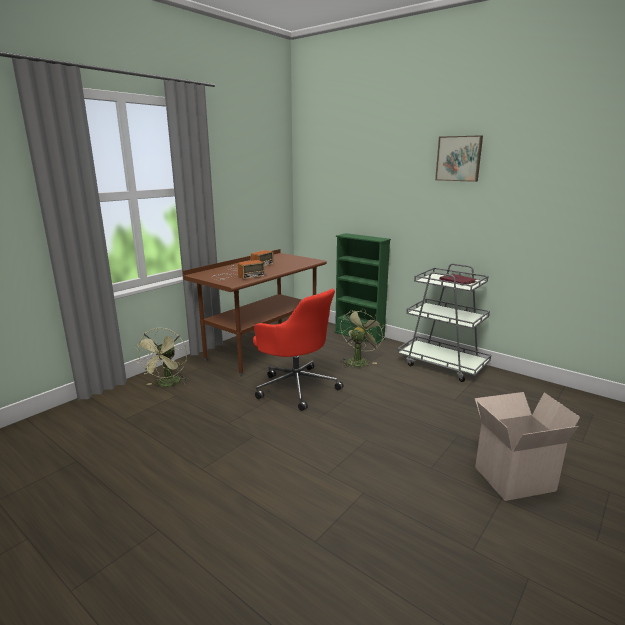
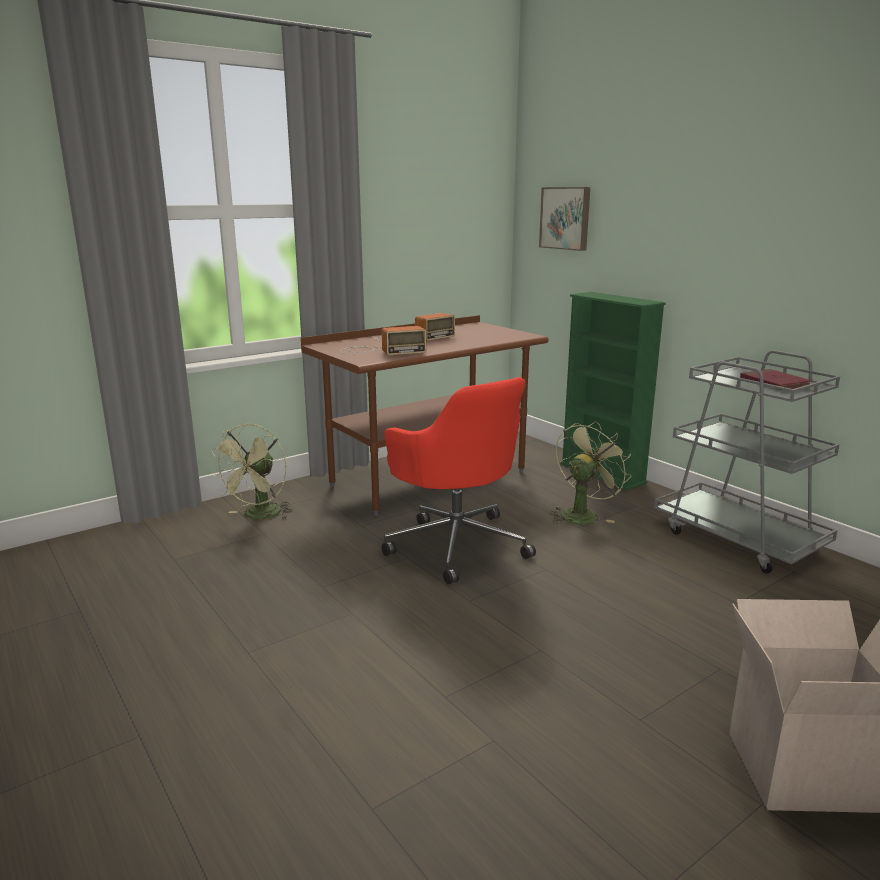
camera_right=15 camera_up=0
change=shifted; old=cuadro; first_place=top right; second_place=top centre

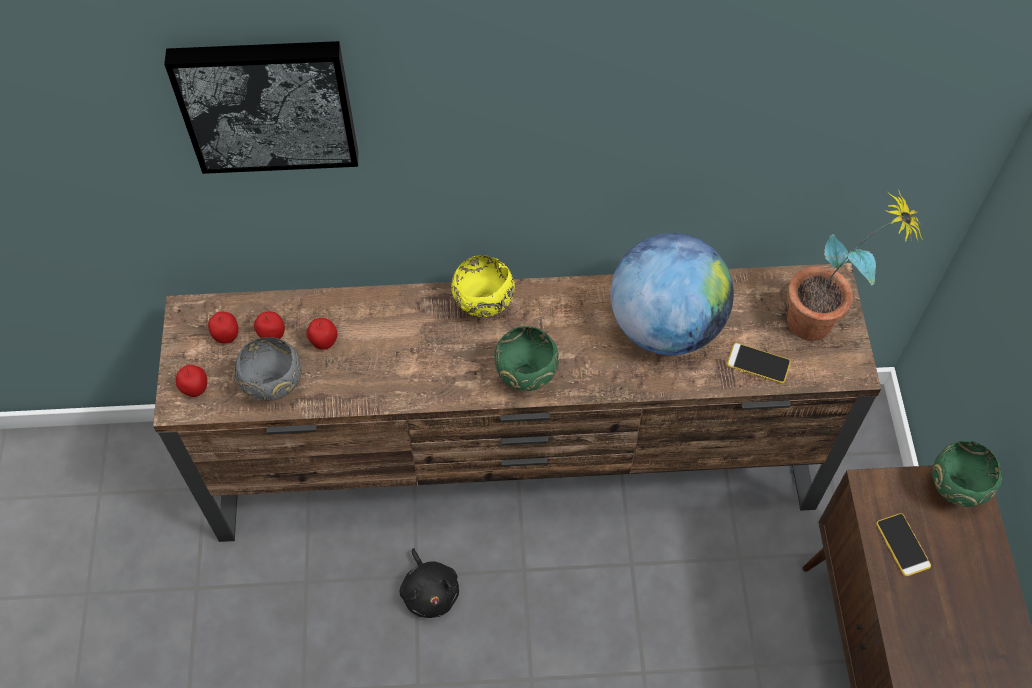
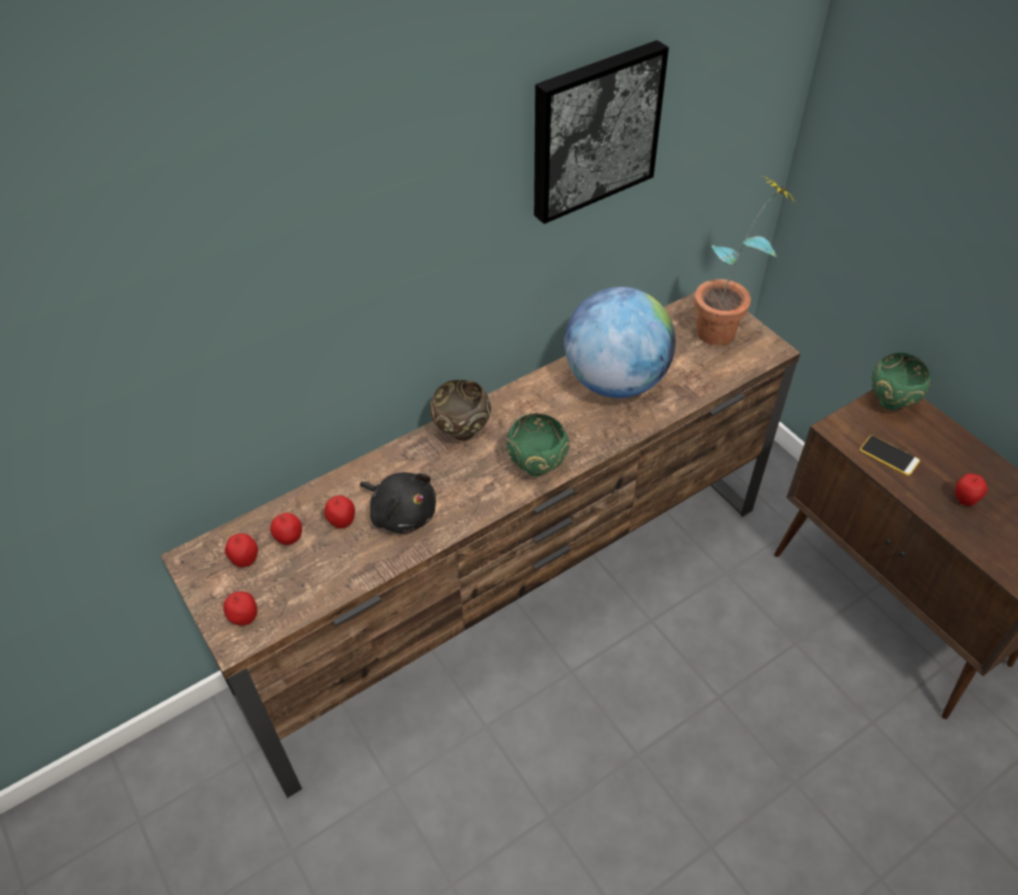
camera_right=-30 camera_up=-10
change=shifted; old=peluche/negro; first_place=bottom centre; second_place=centre
change=repainted; old=cuenco/amarillo; new=cuenco/marrón; first_place=centre; second_place=centre
change=shifted; old=cuadro; first_place=top left; second_place=top centre
change=new; new=manzana (no. 5 from left); second_place=middle right
change=gone; old=cuenco/gris; first_place=middle left
change=gone; old=móvil (no. 1 from left); first_place=middle right

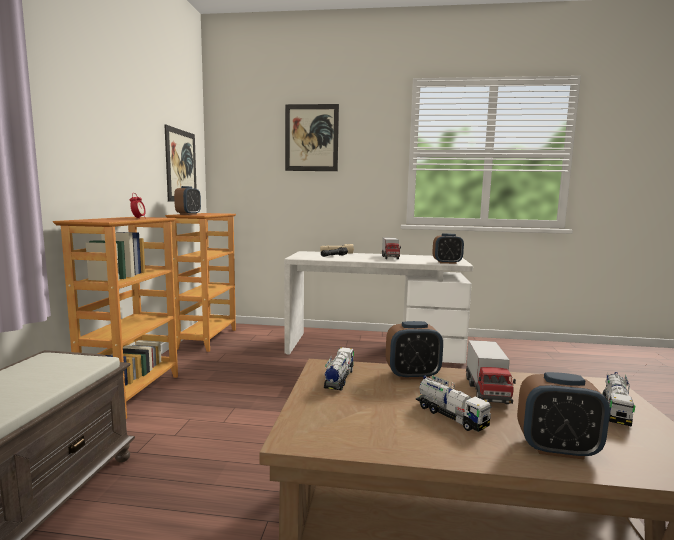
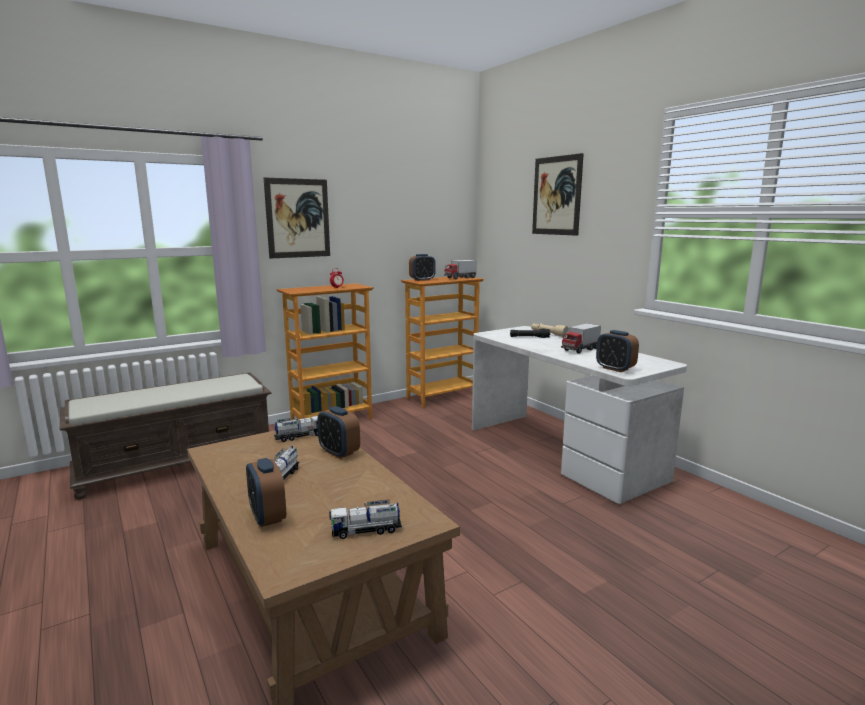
camera_right=50 camera_up=5
change=shifted; old=cuadro (no. 1 from left); first_place=top left; second_place=top centre
change=shifted; old=camión de juguete (no. 4 from left); first_place=bottom right; second_place=centre

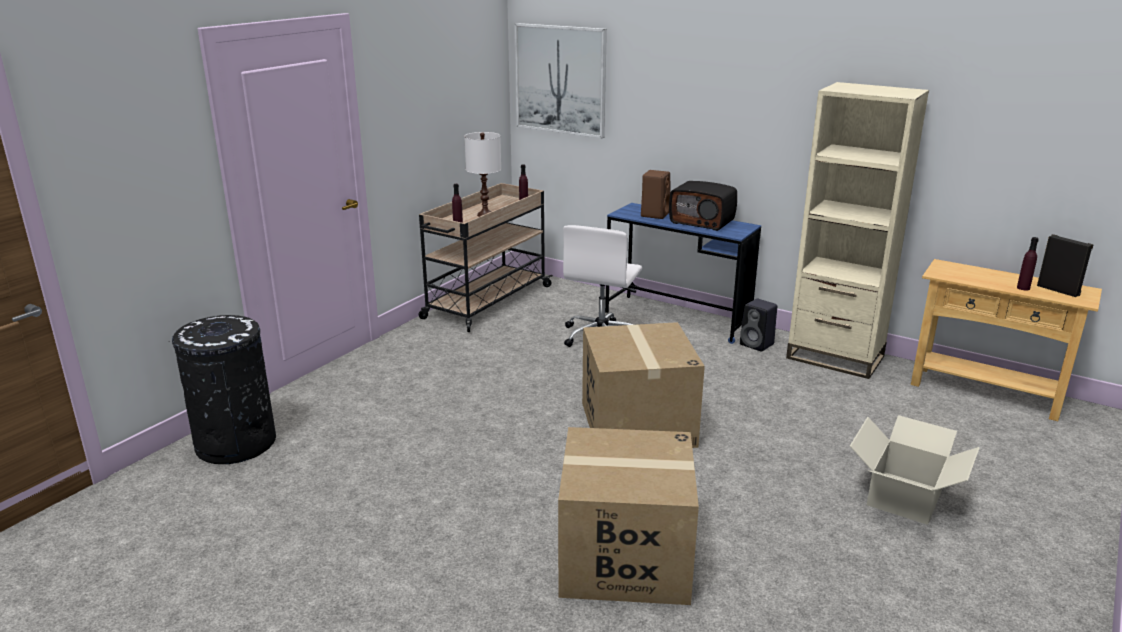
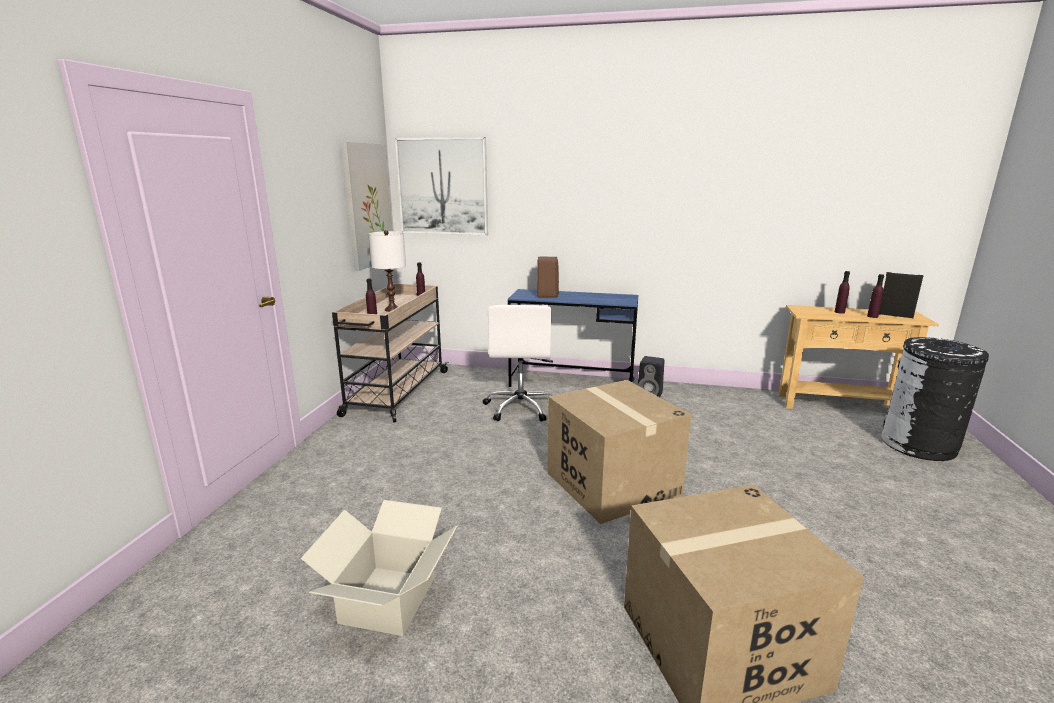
camera_right=-20 camera_up=-5
change=shifted; old=caja de cartón (no. 3 from left in the first image); new=caja de cartón (no. 1 from left); first_place=bottom right; second_place=bottom centre
change=new; new=cuadro (no. 1 from left); second_place=top centre
change=new; new=botella/morado (no. 3 from left); second_place=middle right
change=shifted; old=papelera/negro; first_place=middle left; second_place=middle right
change=gone; old=radio; first_place=top centre
change=gone; old=estantería/beis; first_place=middle right

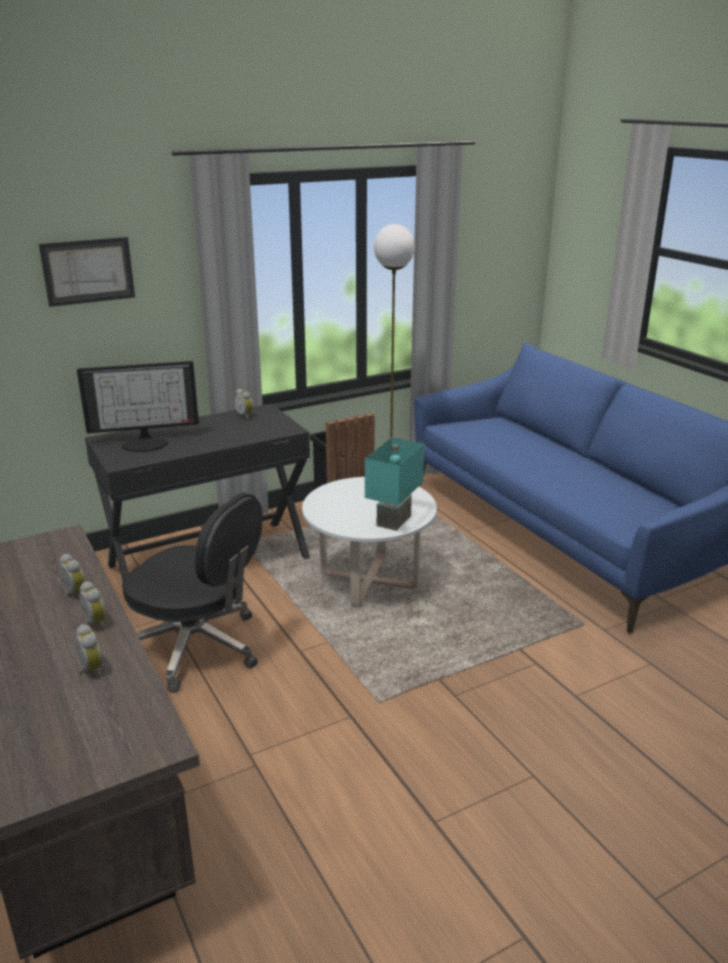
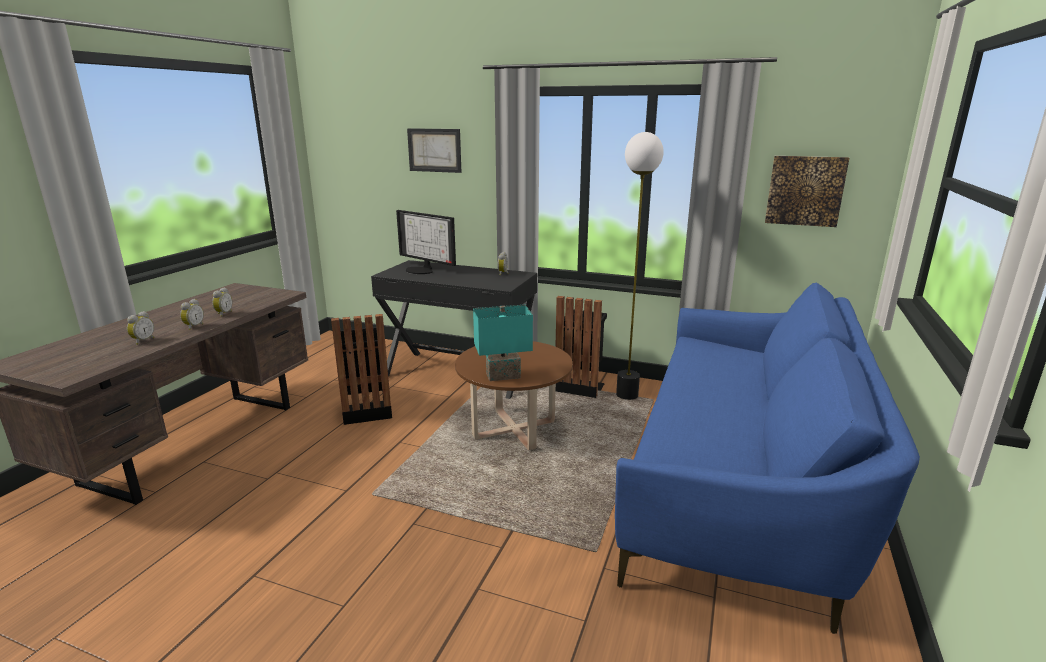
camera_right=50 camera_up=-5
change=swapped; old=silla de oficina/negro; new=papelera/negro (no. 1 from left); first_place=middle left; second_place=centre
change=repainted; old=mesa de centro/blanco; new=mesa de centro/marrón; first_place=centre; second_place=centre
change=new; new=cuadro (no. 2 from left); second_place=top right

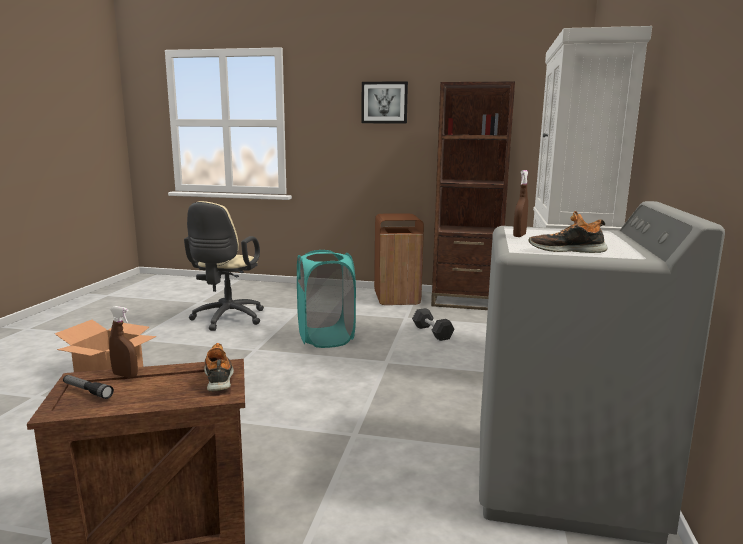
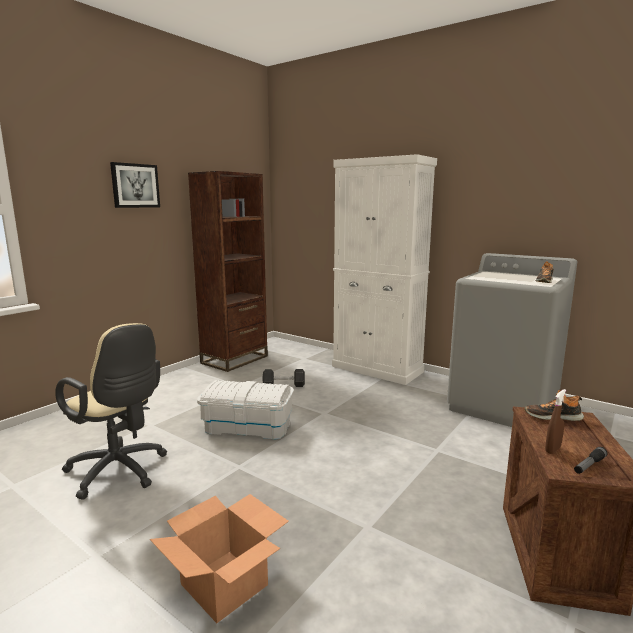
camera_right=-65 camera_up=0
change=swapped; old=cesto de la ropa/turquesa; new=caja de almacenaje/blanco; first_place=centre; second_place=centre
change=gone; old=papelera/marrón; first_place=centre
change=gone; old=pulverizador/marrón (no. 2 from left); first_place=middle right

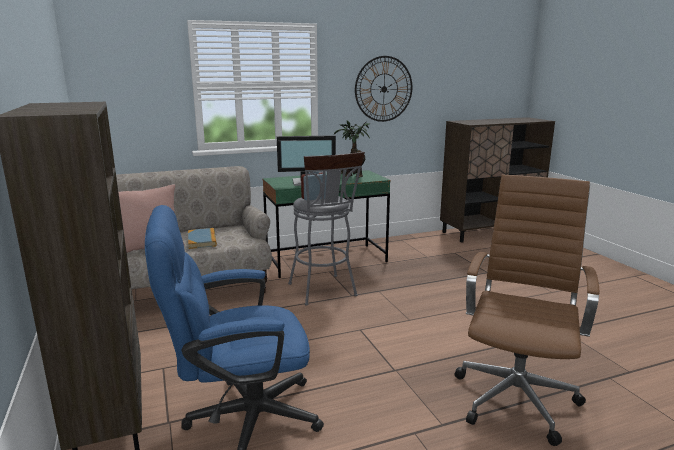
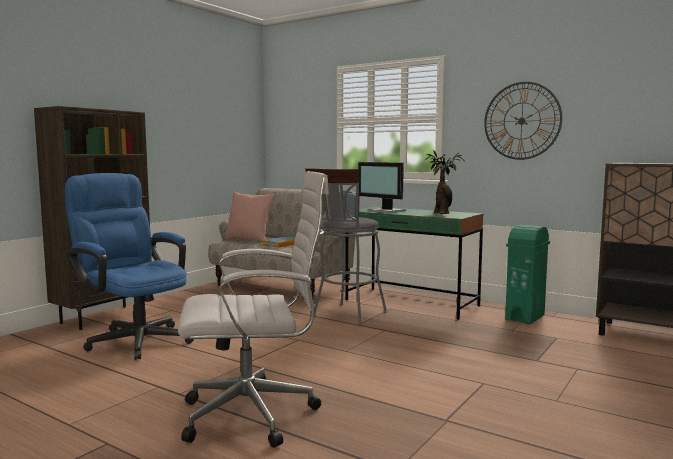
camera_right=55 camera_up=-10
change=repainted; old=silla de oficina/marrón; new=silla de oficina/blanco; first_place=bottom right; second_place=bottom centre
change=new; new=papelera/verde; second_place=middle right

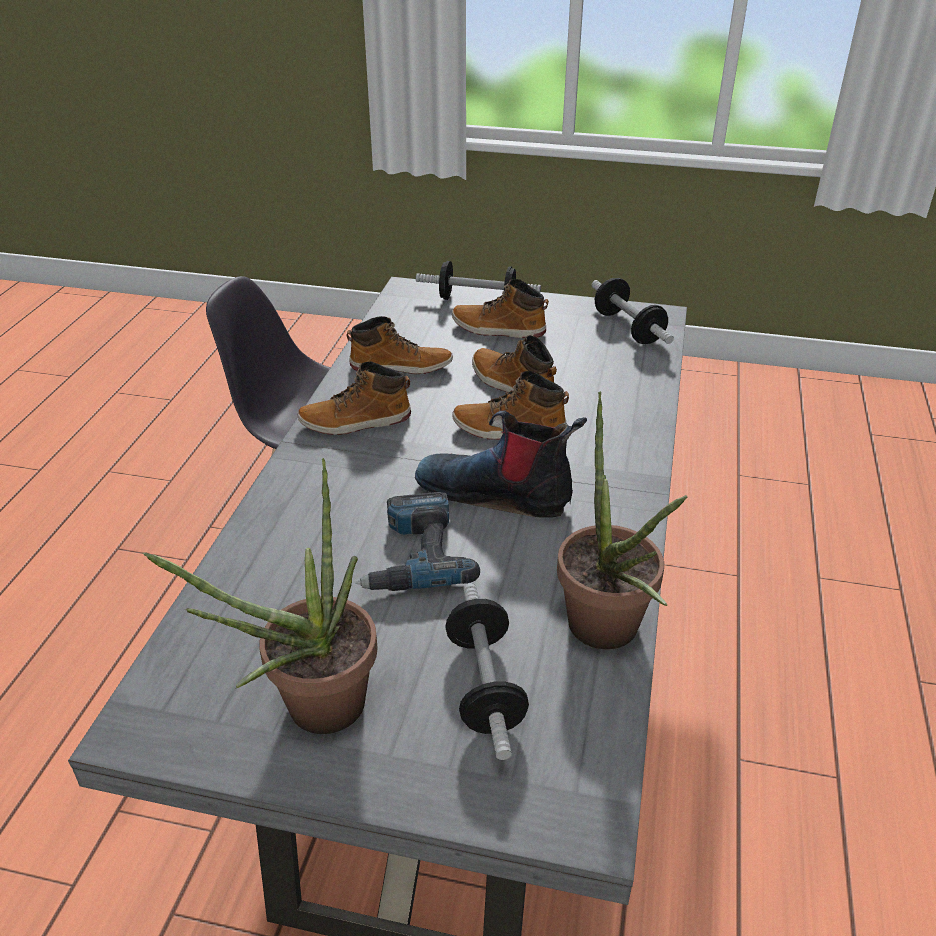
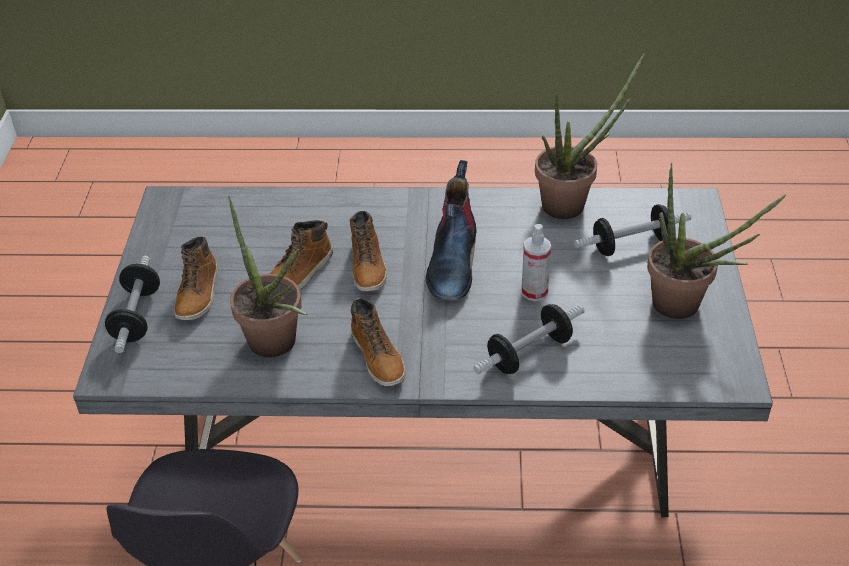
camera_right=-100 camera_up=5
change=swapped; old=bota (no. 2 from left); new=planta en maceta (no. 1 from left); first_place=centre; second_place=middle left
change=shifted; old=mancuerna (no. 3 from left in the first image); new=mancuerna (no. 2 from left); first_place=top right; second_place=centre
change=swapped; old=taladro; new=pulverizador; first_place=centre; second_place=centre

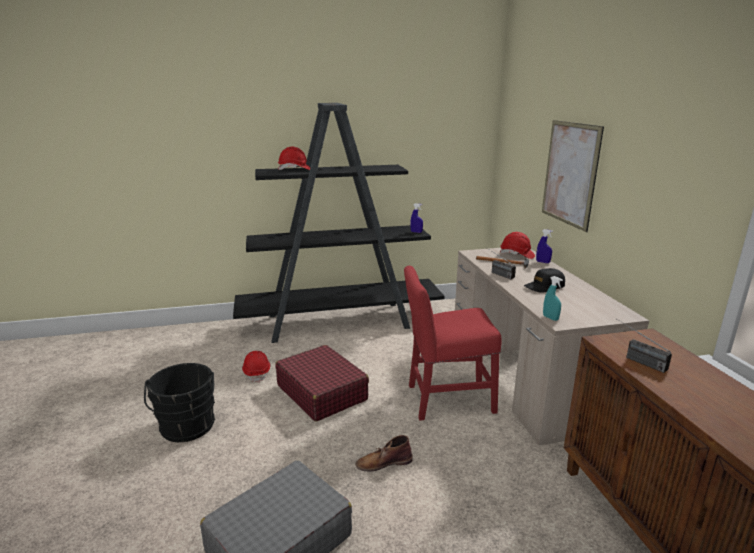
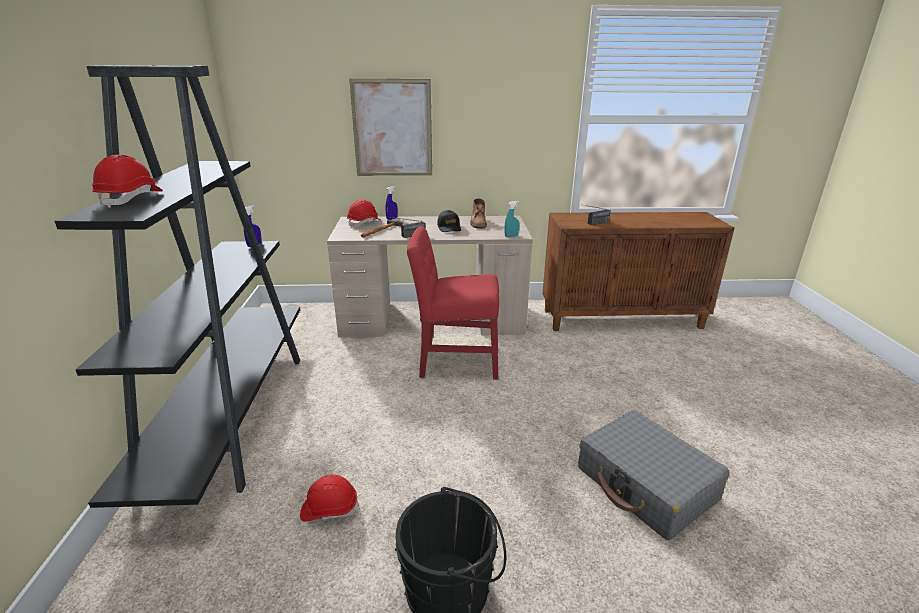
camera_right=-80 camera_up=5
change=rotated; old=silla/rojo; first_place=centre; second_place=centre; degrees=90
change=shifted; old=bota/marrón; first_place=bottom centre; second_place=centre
change=gone; old=maleta/rojo; first_place=bottom centre

